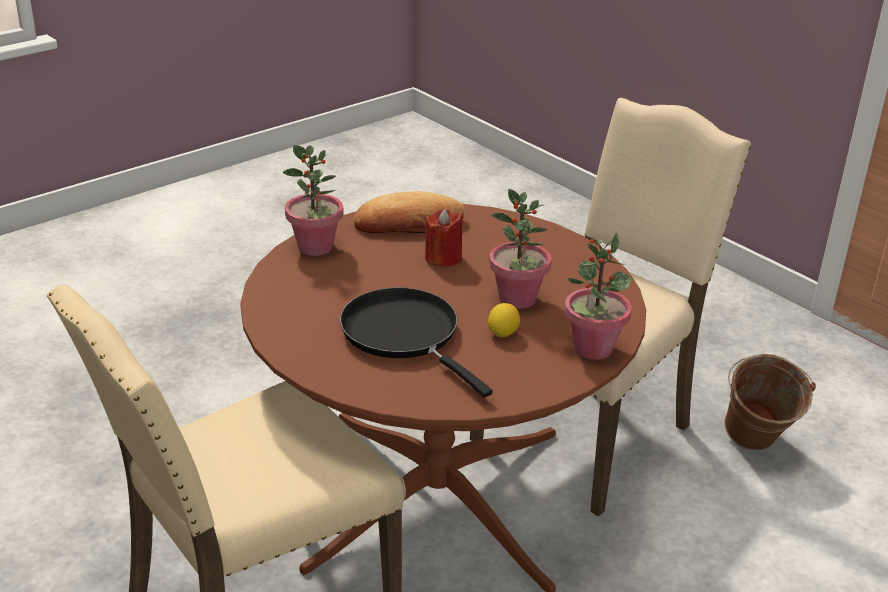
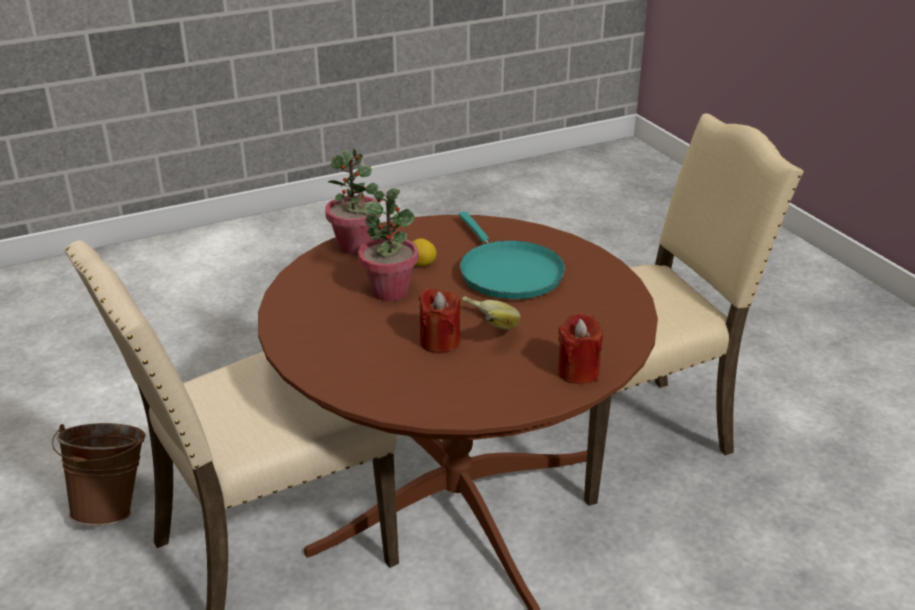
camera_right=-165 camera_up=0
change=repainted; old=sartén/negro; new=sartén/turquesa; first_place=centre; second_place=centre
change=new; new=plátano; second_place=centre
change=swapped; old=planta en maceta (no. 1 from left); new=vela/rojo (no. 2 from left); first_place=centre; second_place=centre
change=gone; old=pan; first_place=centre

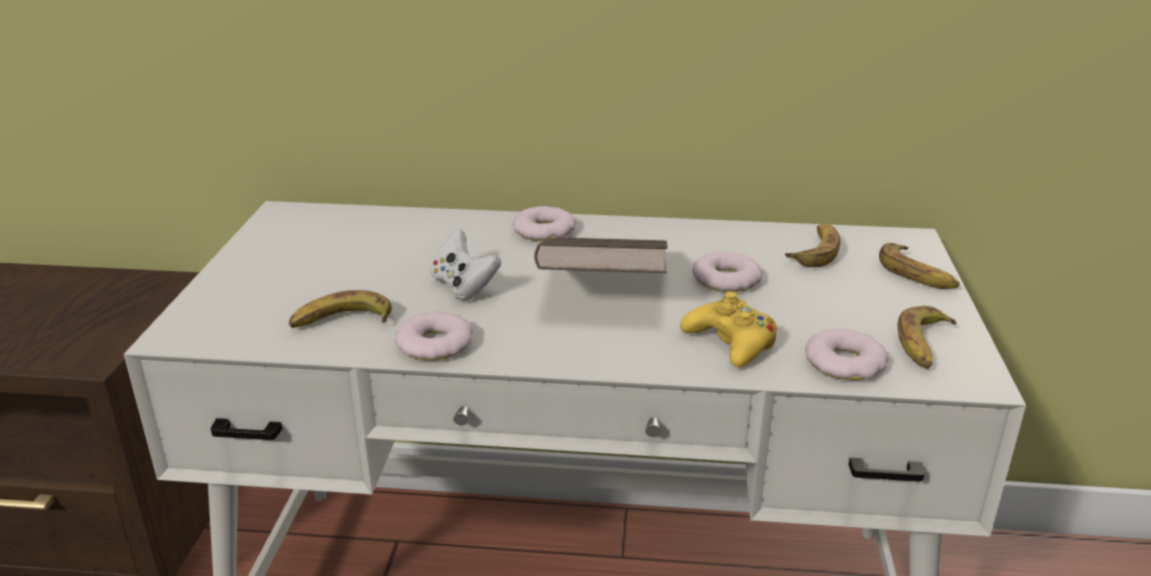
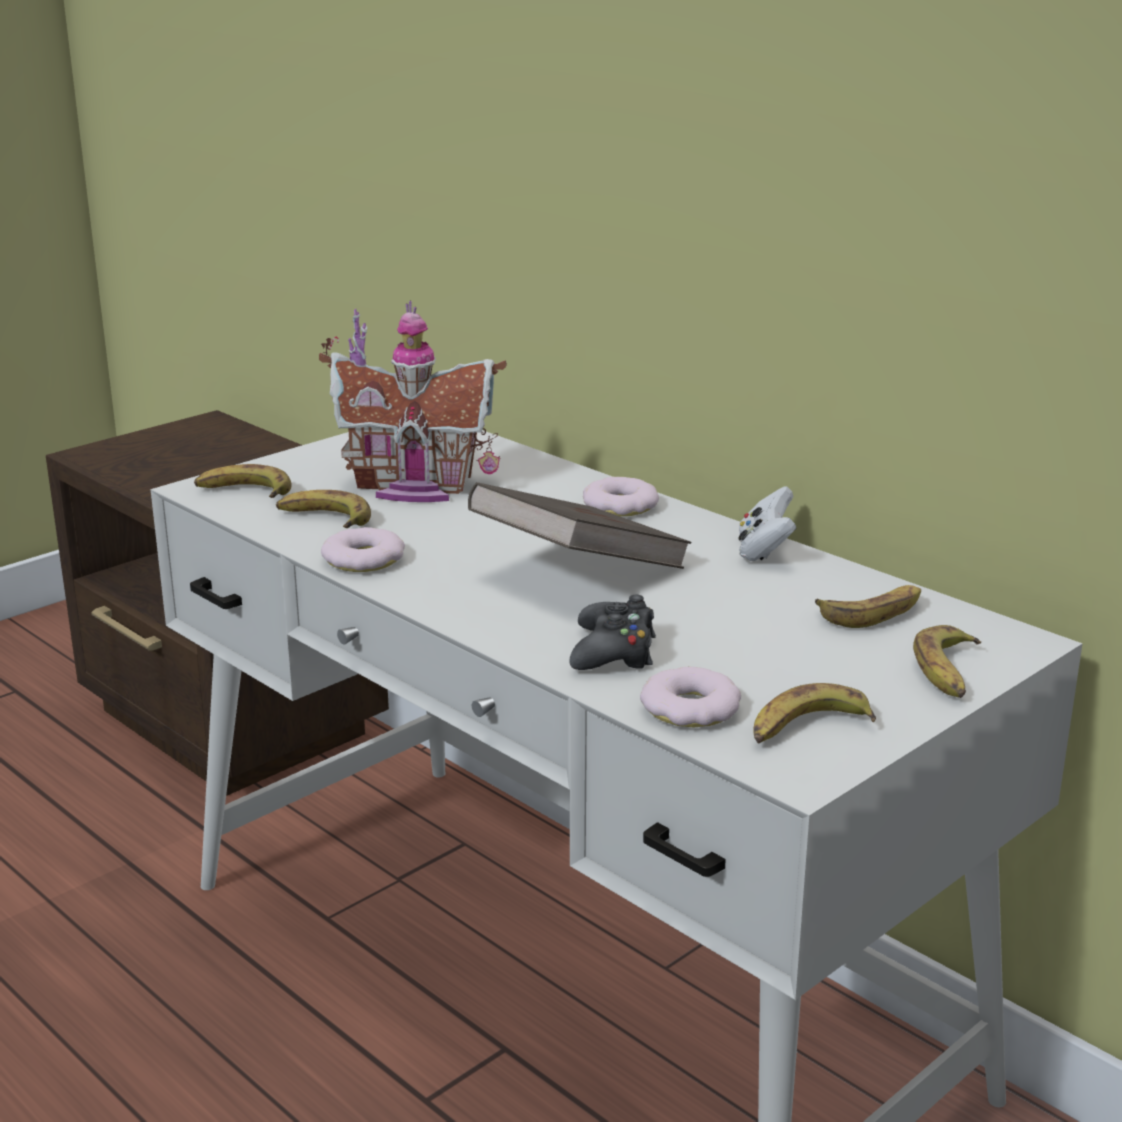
camera_right=40 camera_up=-5
change=new; new=plátano (no. 1 from left); second_place=middle left
change=new; new=casita; second_place=centre
change=repainted; old=mando de consola/amarillo; new=mando de consola/negro; first_place=centre; second_place=centre
change=shifted; old=mando de consola/blanco; first_place=centre; second_place=middle right
change=gone; old=rosquilla (no. 3 from left); first_place=centre

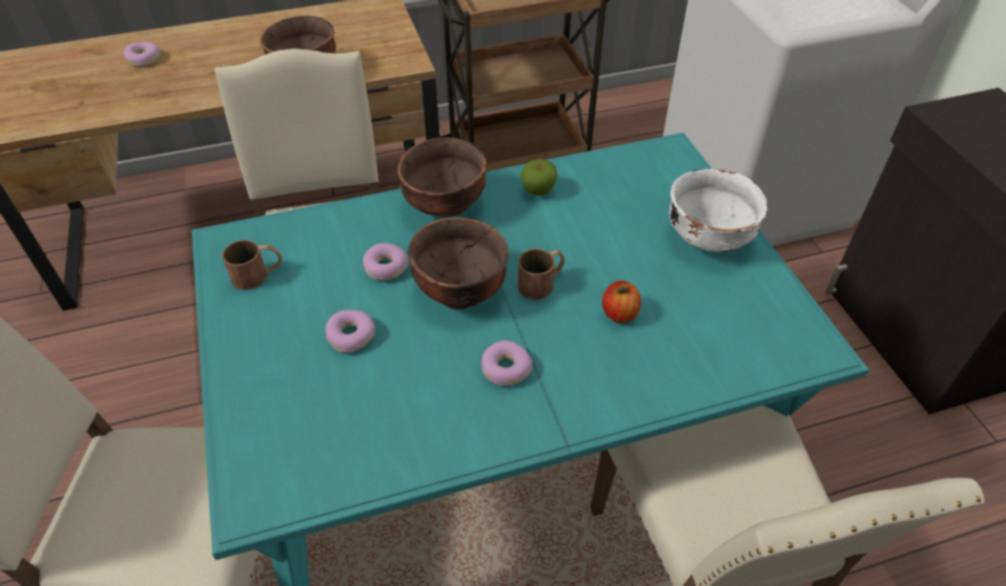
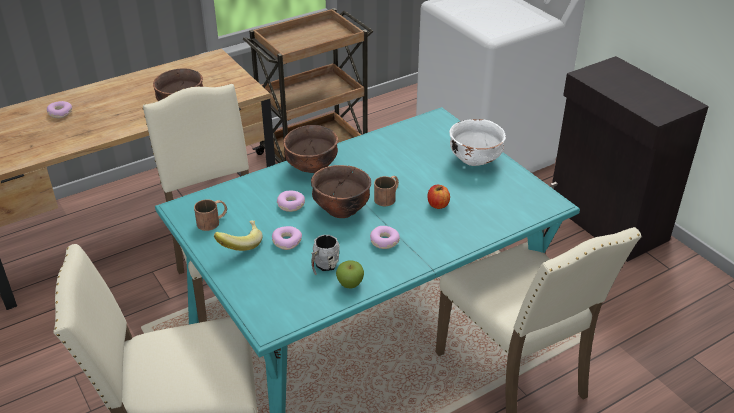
camera_right=-15 camera_up=-10
change=new; new=plátano; second_place=middle left
change=new; new=taza grande/gris; second_place=centre
change=shifted; old=manzana (no. 1 from left); first_place=top centre; second_place=centre

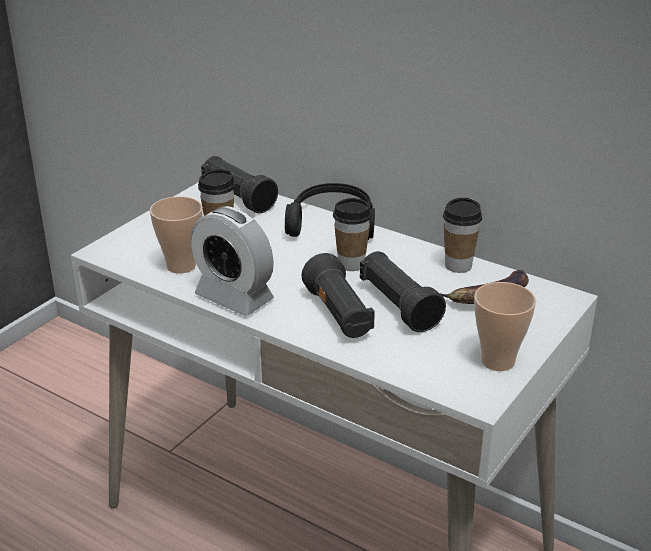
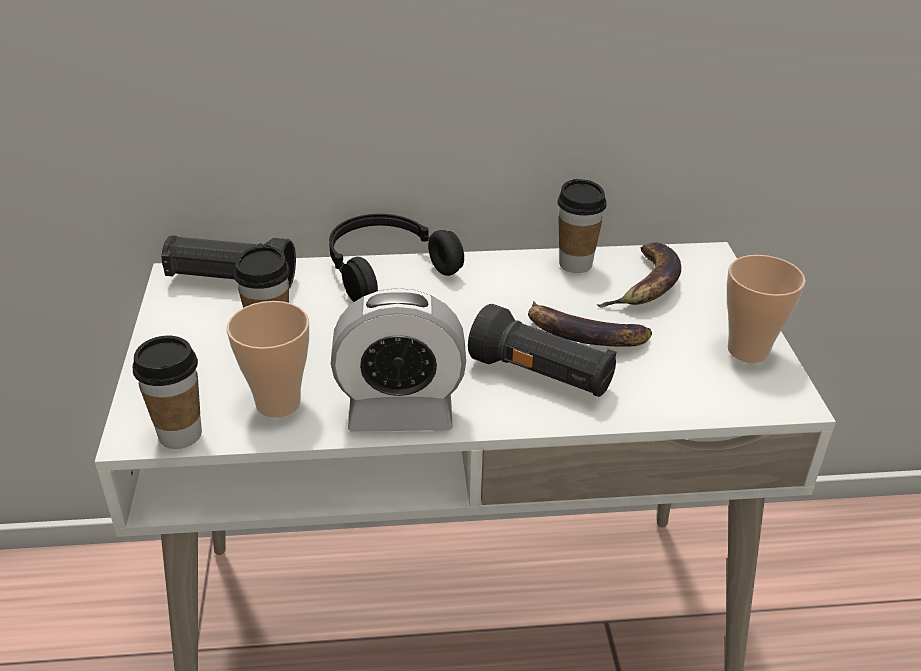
camera_right=-40 camera_up=5
change=shifted; old=taza (no. 3 from left in the first image); new=taza (no. 1 from left); first_place=centre; second_place=middle left
change=swapped; old=linterna/negro (no. 3 from left); new=plátano (no. 1 from left); first_place=centre; second_place=centre

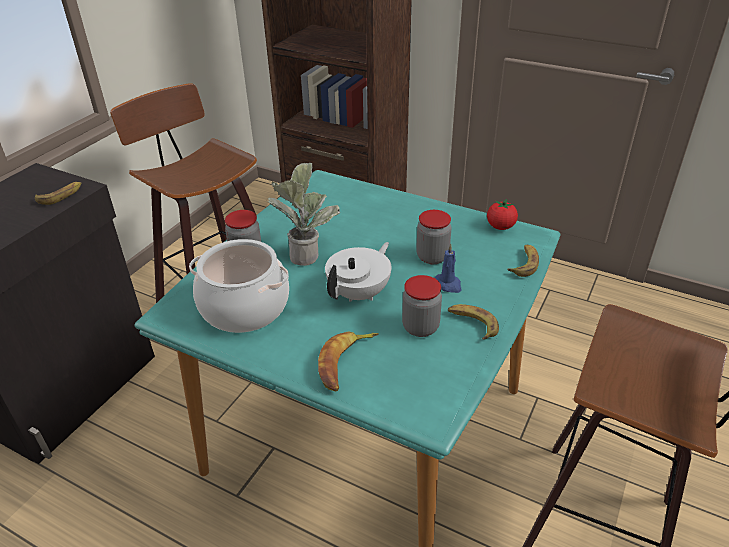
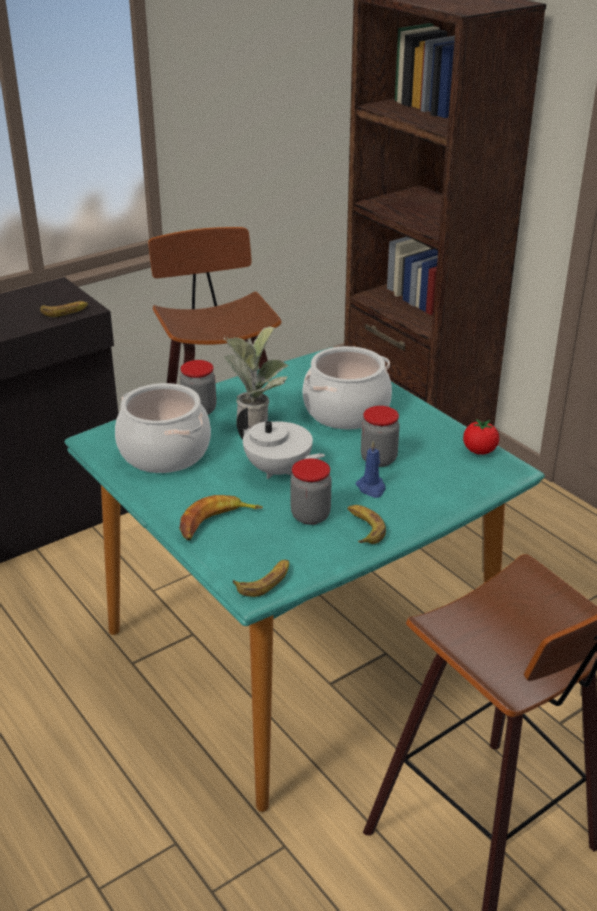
camera_right=25 camera_up=-5
change=shifted; old=plátano (no. 4 from left in the first image); new=plátano (no. 3 from left); first_place=middle right; second_place=centre
change=rotated; old=tetera/blanco; first_place=centre; second_place=centre; degrees=60
change=new; new=olla (no. 2 from left); second_place=centre

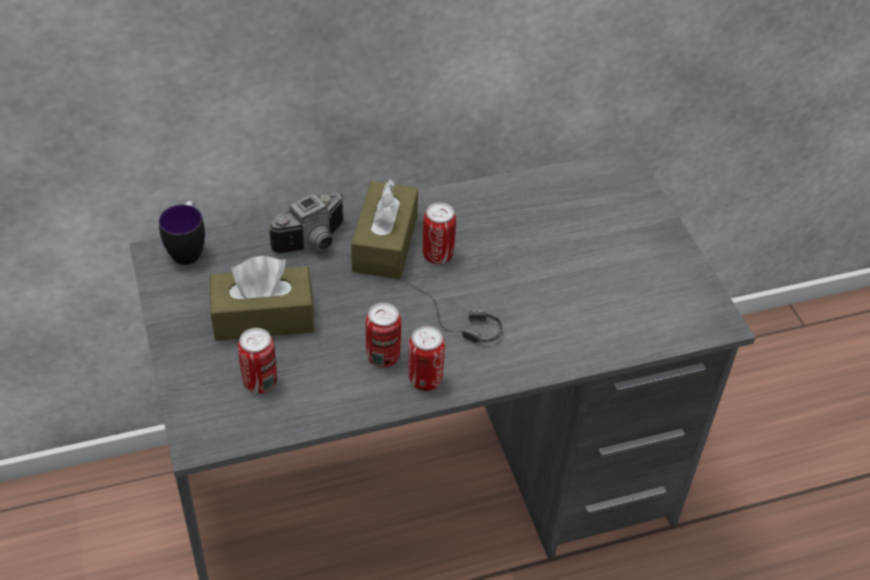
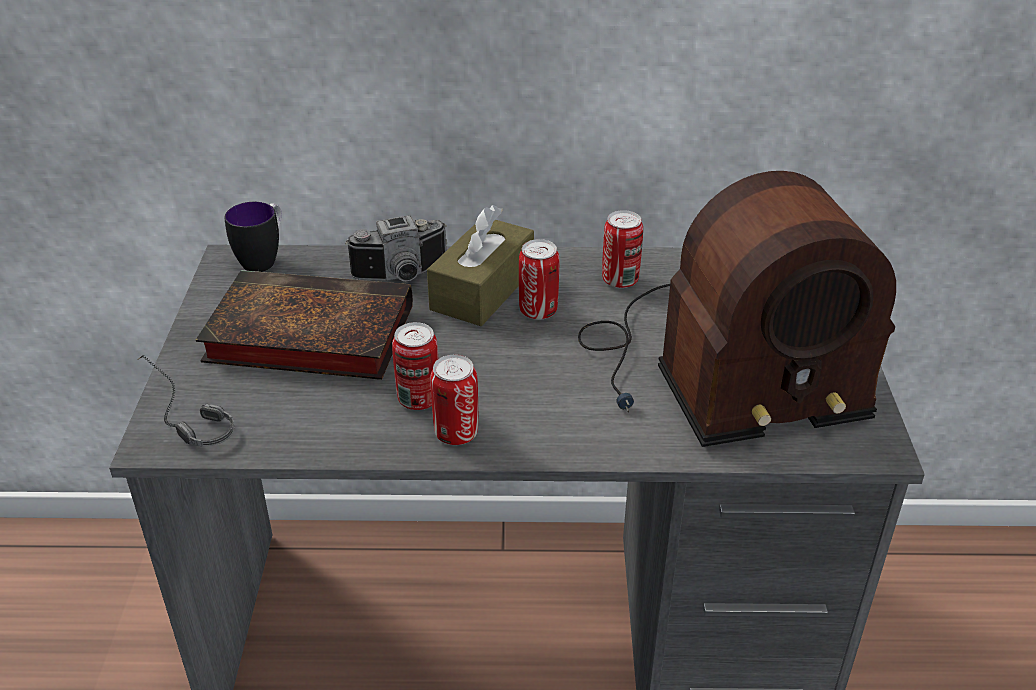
camera_right=20 camera_up=-10
change=shifted; old=auriculares; first_place=centre; second_place=middle left
change=swapped; old=caja de pañuelos/marrón (no. 1 from left); new=libro; first_place=middle left; second_place=middle left
change=new; new=radio; second_place=middle right
change=shifted; old=lata (no. 1 from left in the first image); new=lata (no. 4 from left); first_place=middle left; second_place=centre

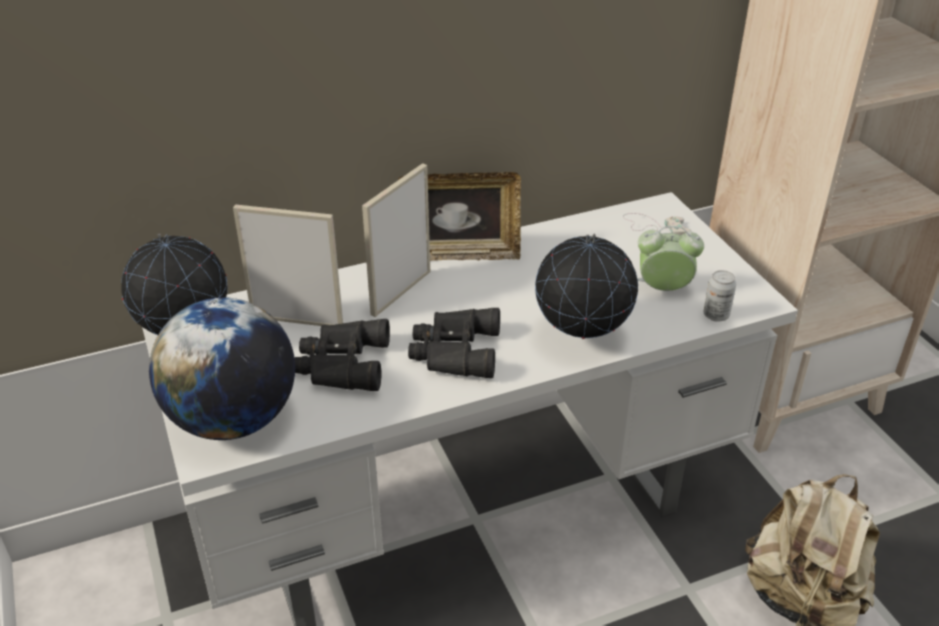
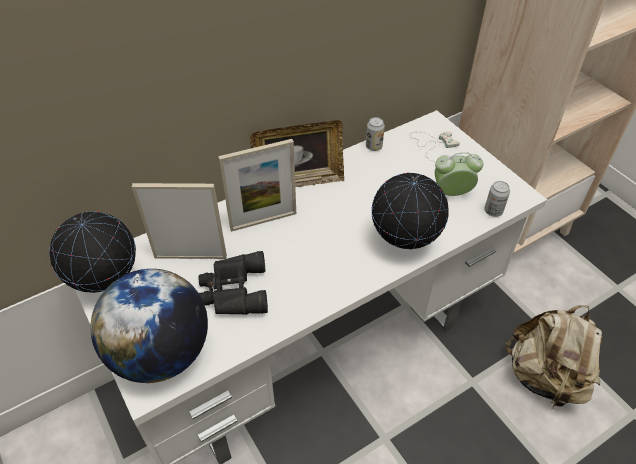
camera_right=-10 camera_up=10
change=rotated; old=portarretratos (no. 2 from left); first_place=centre; second_place=centre; degrees=-135
change=new; new=lata (no. 1 from left); second_place=top centre
change=gone; old=prismáticos/negro (no. 2 from left); first_place=centre

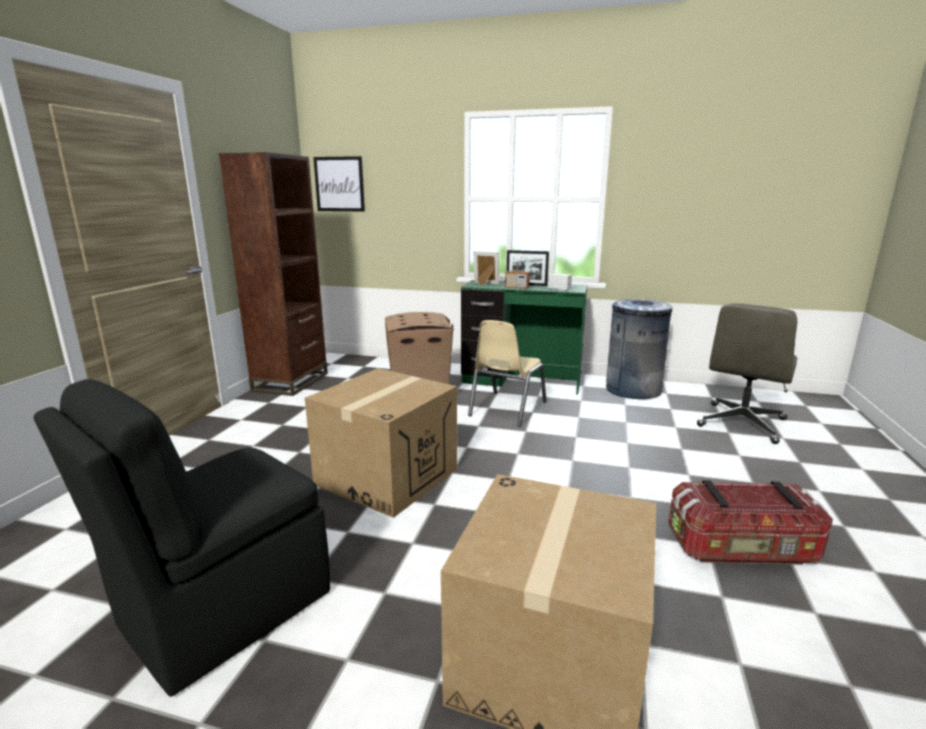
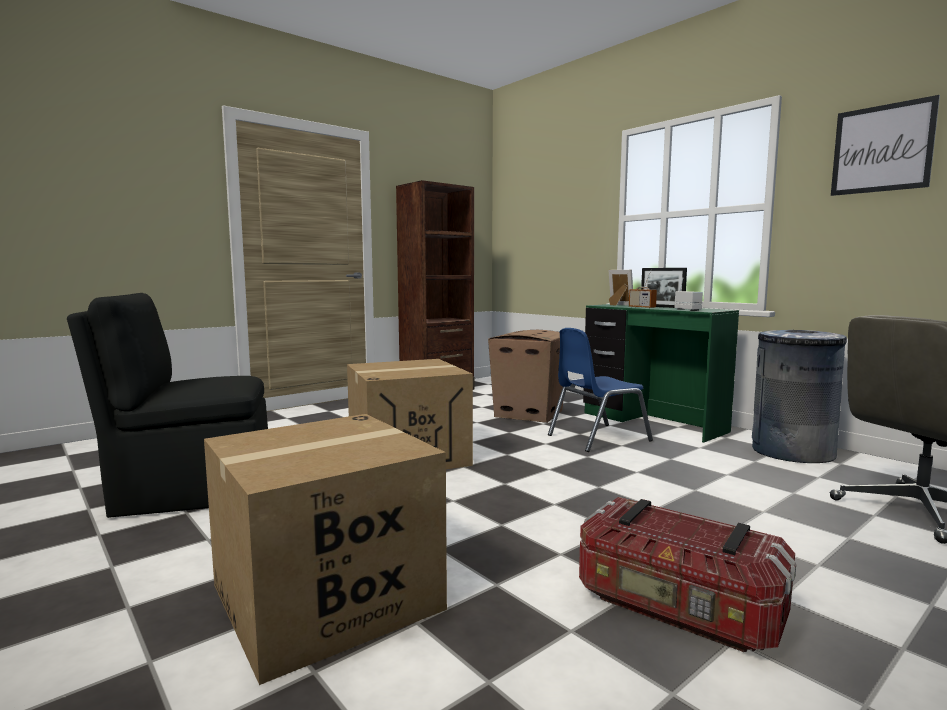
camera_right=35 camera_up=-10
change=repainted; old=silla/beis; new=silla/azul; first_place=centre; second_place=centre
change=shifted; old=cuadro; first_place=top centre; second_place=top right

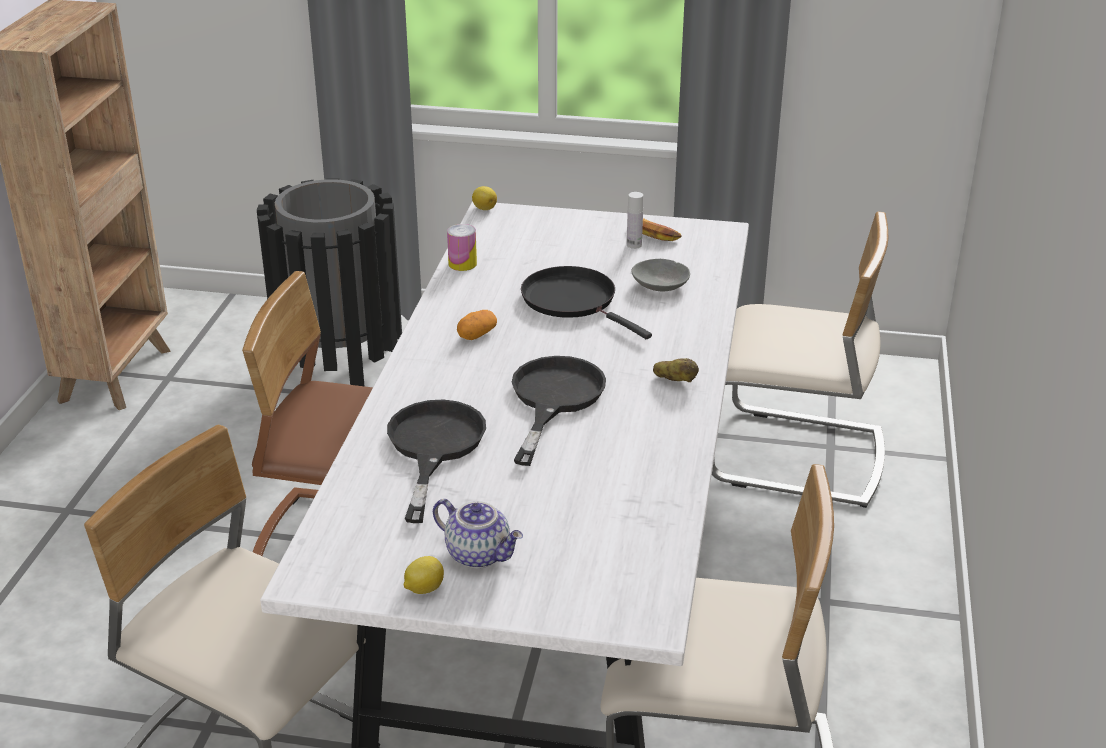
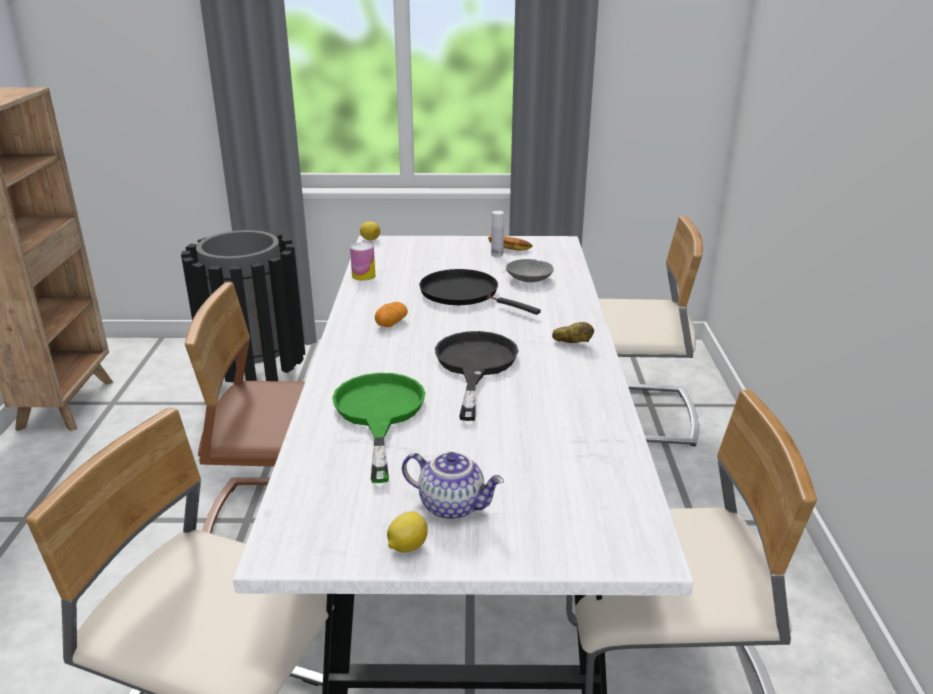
camera_right=-10 camera_up=-5
change=repainted; old=sartén/negro (no. 1 from left); new=sartén/verde; first_place=centre; second_place=centre

